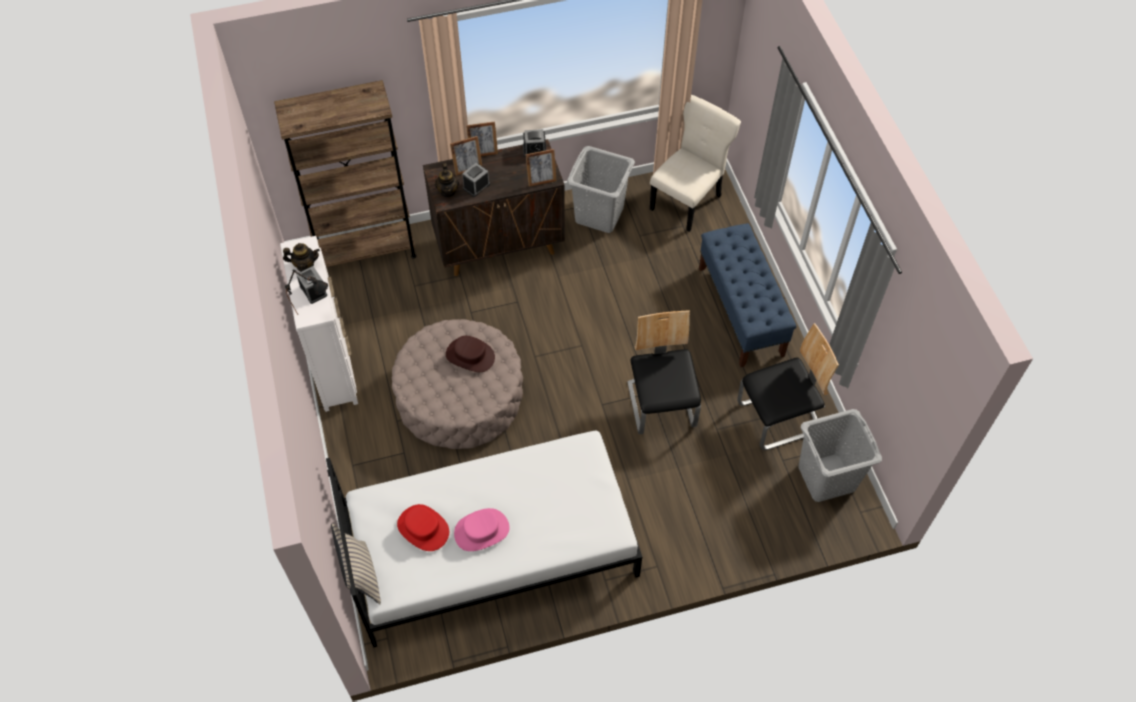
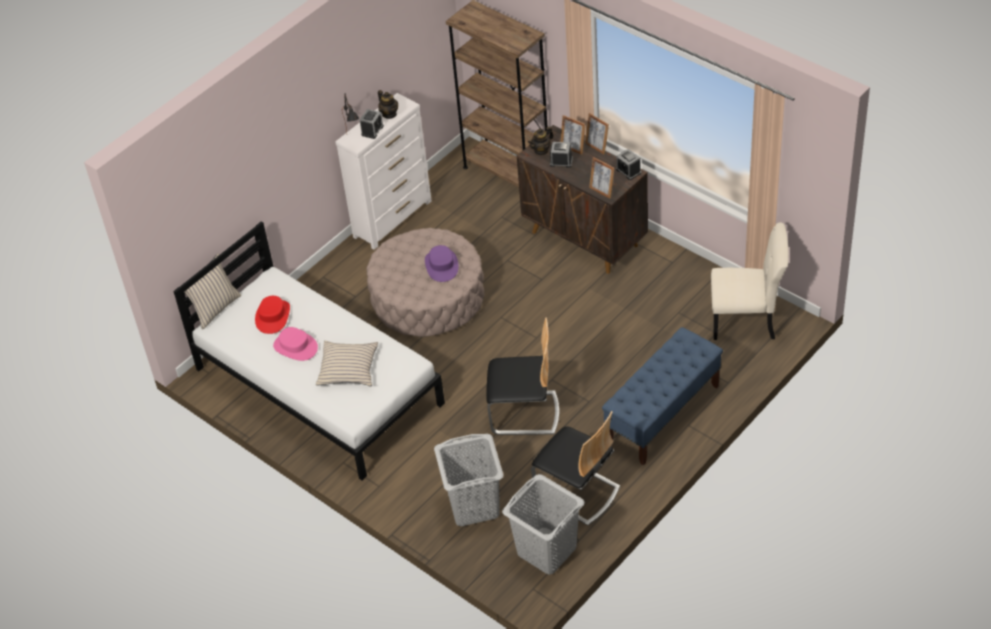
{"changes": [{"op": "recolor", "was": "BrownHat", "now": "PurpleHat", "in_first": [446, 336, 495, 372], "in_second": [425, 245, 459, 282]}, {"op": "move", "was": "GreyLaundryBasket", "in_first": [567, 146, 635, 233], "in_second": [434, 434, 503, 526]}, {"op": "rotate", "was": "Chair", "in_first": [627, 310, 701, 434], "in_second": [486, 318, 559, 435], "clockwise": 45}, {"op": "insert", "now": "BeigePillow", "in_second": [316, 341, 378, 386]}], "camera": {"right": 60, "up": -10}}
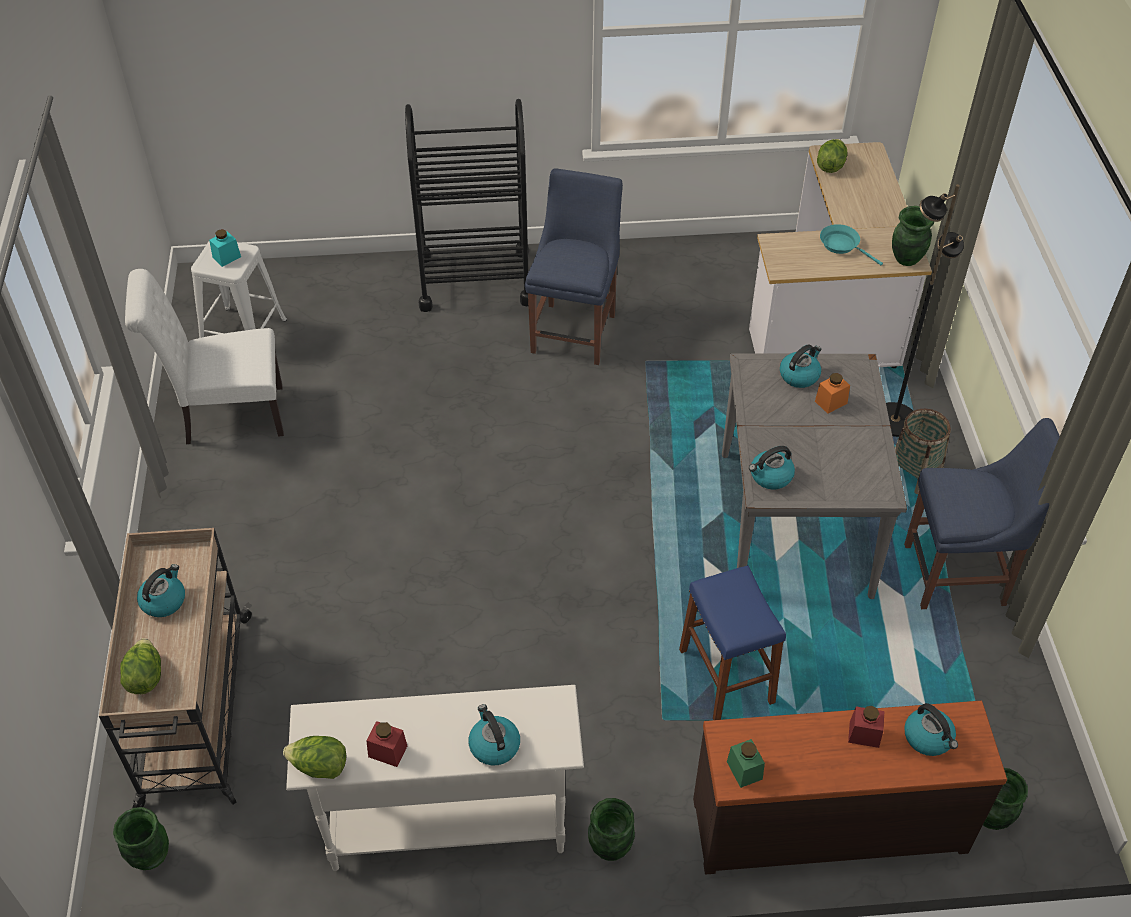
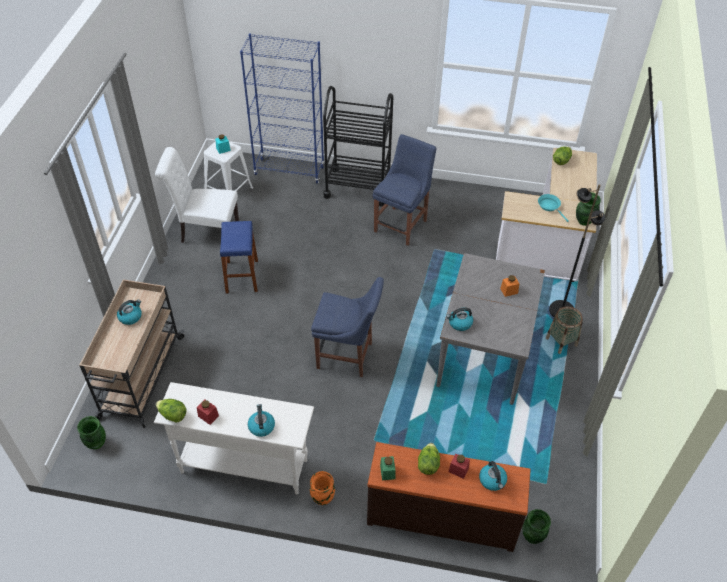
{"changes": [{"op": "move", "was": "Lettuce", "in_first": [120, 638, 161, 694], "in_second": [418, 443, 440, 475]}, {"op": "recolor", "was": "GreenVase", "now": "OrangeVase", "in_first": [588, 798, 635, 861], "in_second": [310, 471, 335, 505]}, {"op": "move", "was": "BlueStool", "in_first": [679, 565, 786, 720], "in_second": [220, 221, 258, 294]}, {"op": "delete", "was": "Kettle", "in_first": [780, 344, 822, 388]}, {"op": "move", "was": "BlueChair", "in_first": [904, 418, 1060, 609], "in_second": [311, 277, 384, 377]}, {"op": "insert", "now": "BlueBookcase", "in_second": [240, 33, 325, 184]}], "camera": {"right": 15, "up": 0}}
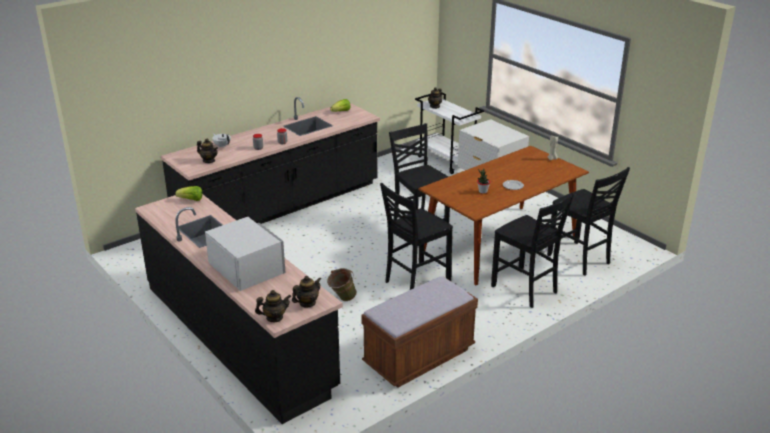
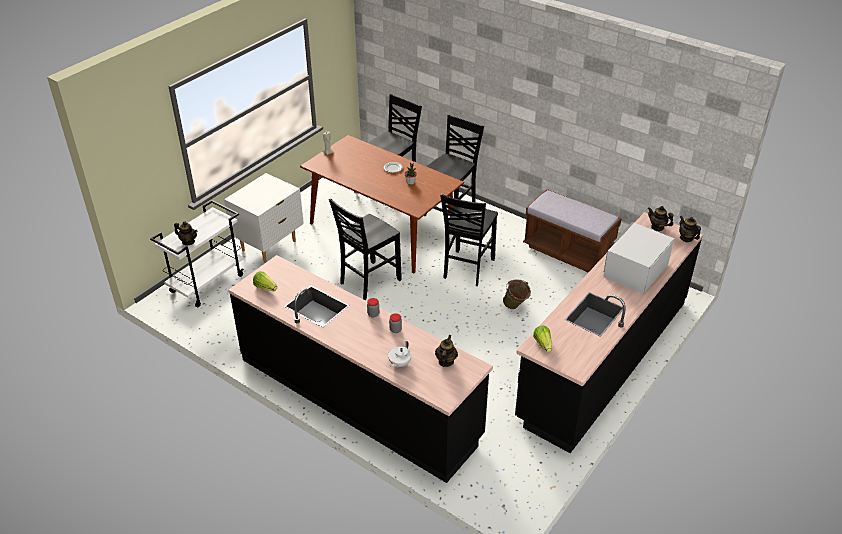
{"changes": [{"op": "rotate", "was": "BlackChair", "in_first": [380, 183, 453, 290], "in_second": [440, 194, 498, 286], "clockwise": 75}], "camera": {"right": -105, "up": 10}}
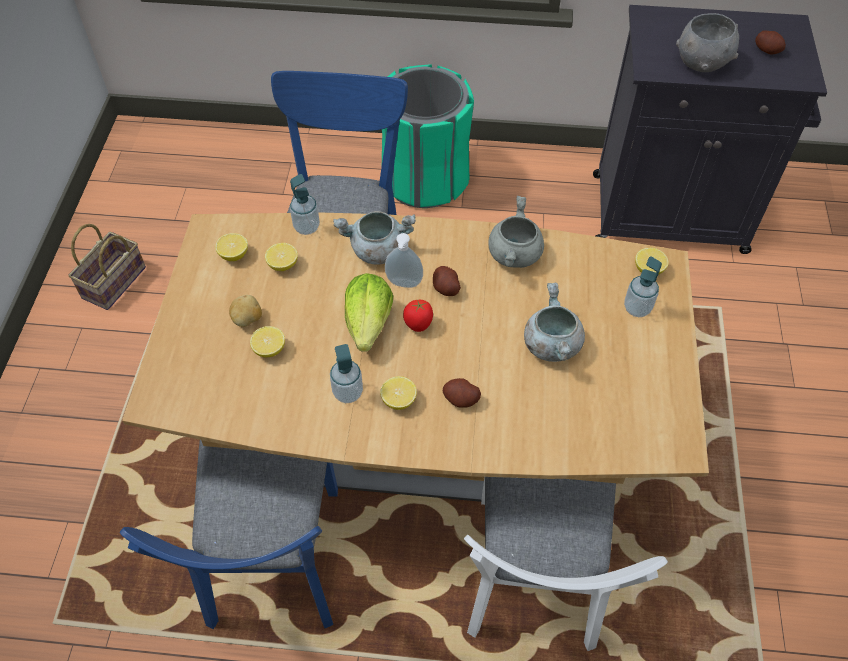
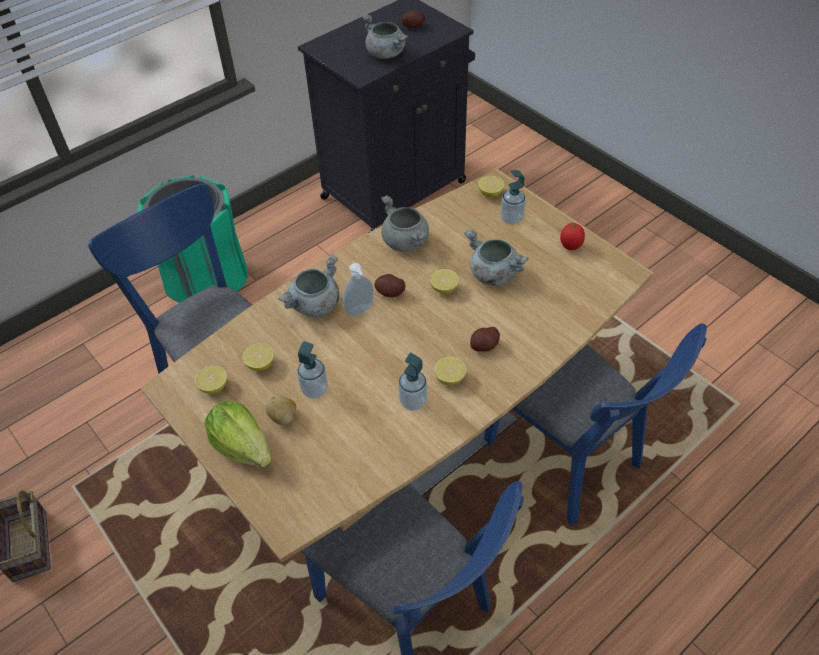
{"changes": [{"op": "move", "was": "Lemon", "in_first": [250, 326, 285, 357], "in_second": [430, 269, 459, 294]}, {"op": "move", "was": "SoapDispenser", "in_first": [290, 174, 320, 235], "in_second": [297, 341, 328, 398]}, {"op": "move", "was": "Lettuce", "in_first": [345, 273, 393, 352], "in_second": [205, 401, 271, 467]}, {"op": "move", "was": "Tomato", "in_first": [403, 300, 433, 332], "in_second": [560, 223, 585, 250]}, {"op": "recolor", "was": "WhiteChair", "now": "BlueChair", "in_first": [464, 477, 668, 651], "in_second": [484, 323, 707, 525]}, {"op": "replace", "was": "GreyBowl", "now": "GreyCookingPot", "in_first": [676, 13, 739, 72], "in_second": [362, 14, 408, 59]}], "camera": {"right": -45, "up": -5}}
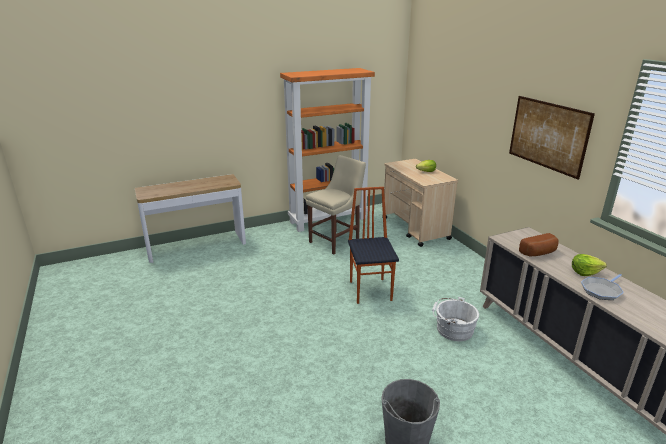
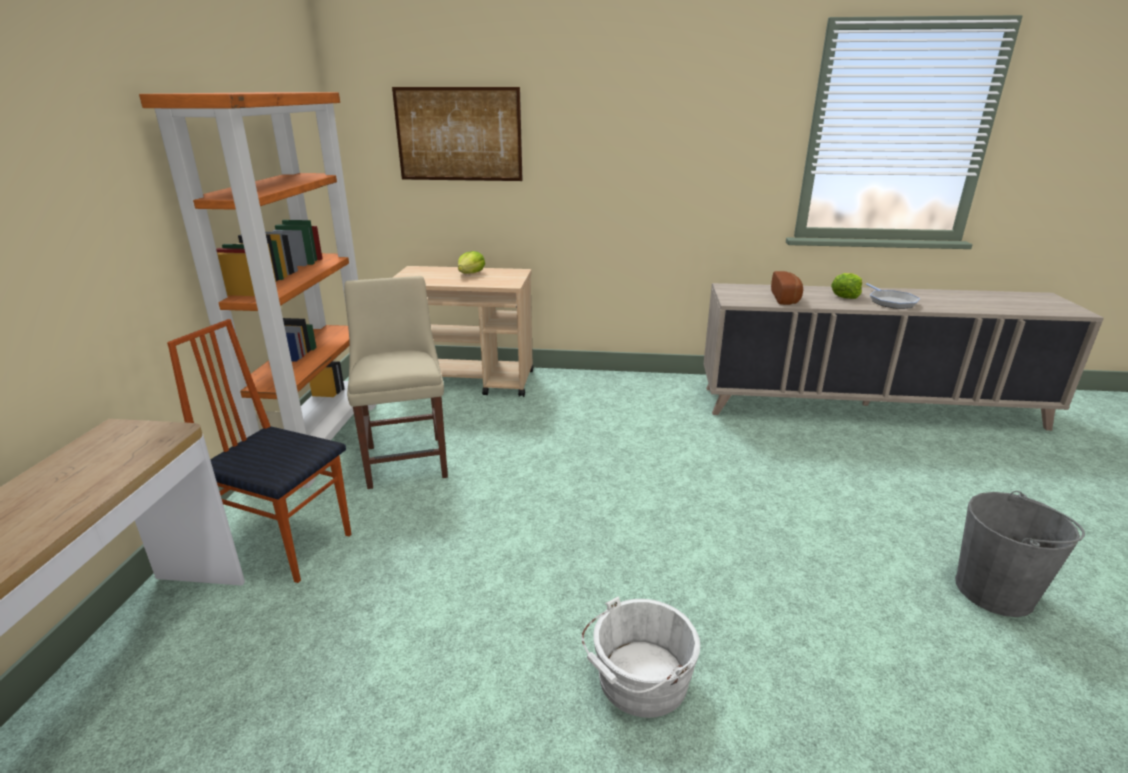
{"changes": [{"op": "move", "was": "Chair", "in_first": [348, 187, 399, 304], "in_second": [167, 319, 352, 583]}, {"op": "move", "was": "WhiteBucket", "in_first": [432, 297, 479, 341], "in_second": [582, 596, 700, 718]}, {"op": "move", "was": "Picture", "in_first": [509, 96, 595, 180], "in_second": [392, 87, 523, 181]}], "camera": {"right": -60, "up": 0}}
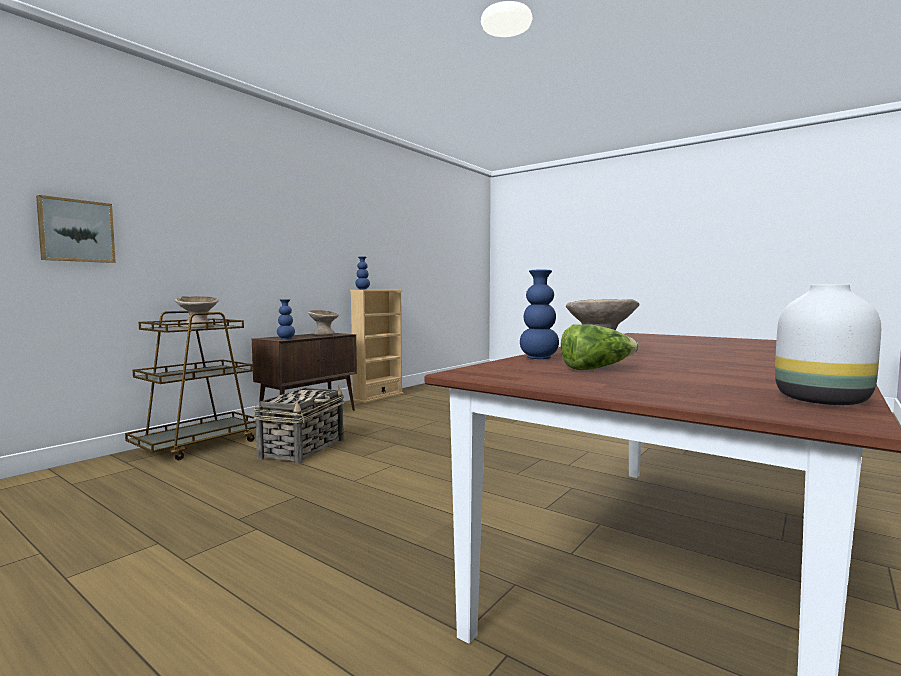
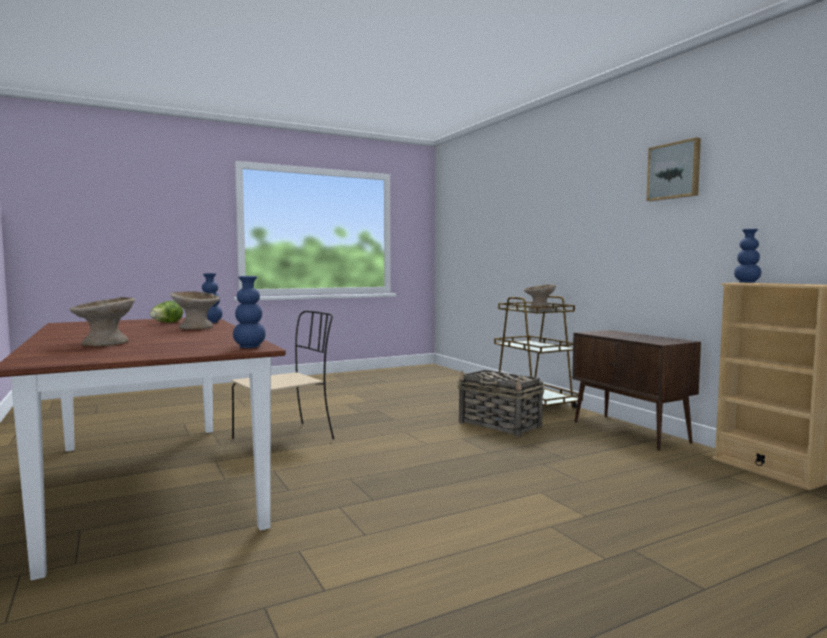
{"changes": [{"op": "move", "was": "Picture", "in_first": [36, 195, 116, 263], "in_second": [647, 137, 701, 201]}, {"op": "move", "was": "BlueVase", "in_first": [277, 299, 295, 339], "in_second": [233, 276, 266, 348]}, {"op": "move", "was": "BeigeBowl", "in_first": [308, 310, 339, 335], "in_second": [70, 297, 135, 346]}, {"op": "delete", "was": "WhiteVase", "in_first": [775, 284, 881, 405]}, {"op": "insert", "now": "BeigeChair", "in_second": [232, 311, 334, 440]}], "camera": {"right": 115, "up": 0}}
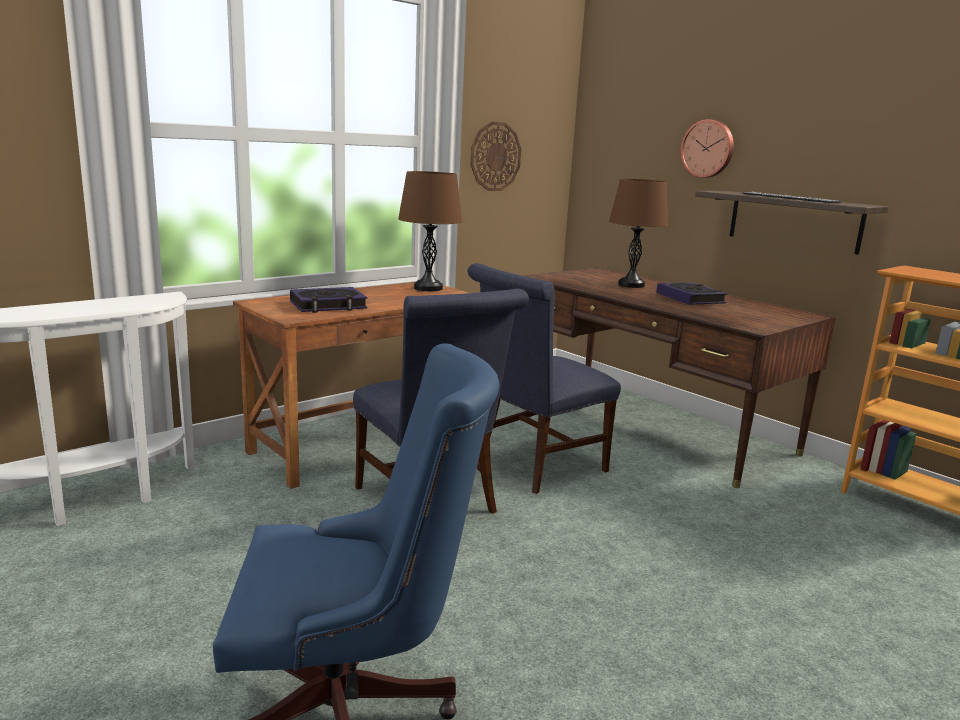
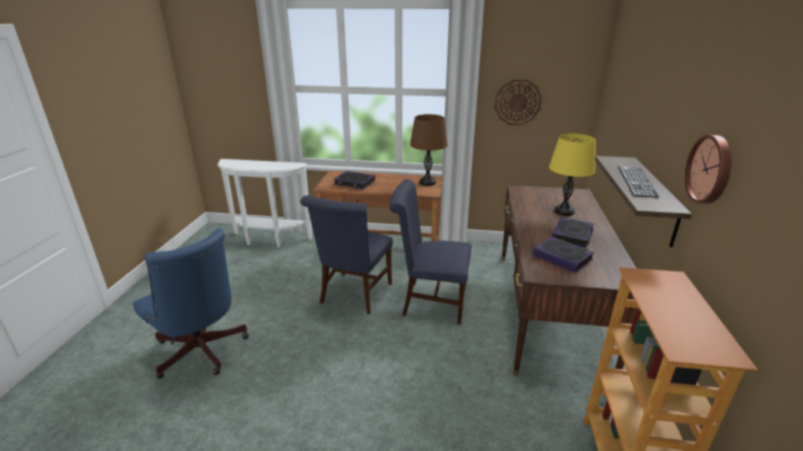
{"changes": [{"op": "recolor", "was": "BrownTableLamp", "now": "YellowTableLamp", "in_first": [609, 179, 668, 288], "in_second": [549, 133, 596, 216]}, {"op": "move", "was": "WallClock", "in_first": [680, 119, 734, 178], "in_second": [685, 135, 731, 204]}, {"op": "insert", "now": "Book", "in_second": [533, 237, 594, 273]}], "camera": {"right": 50, "up": 10}}
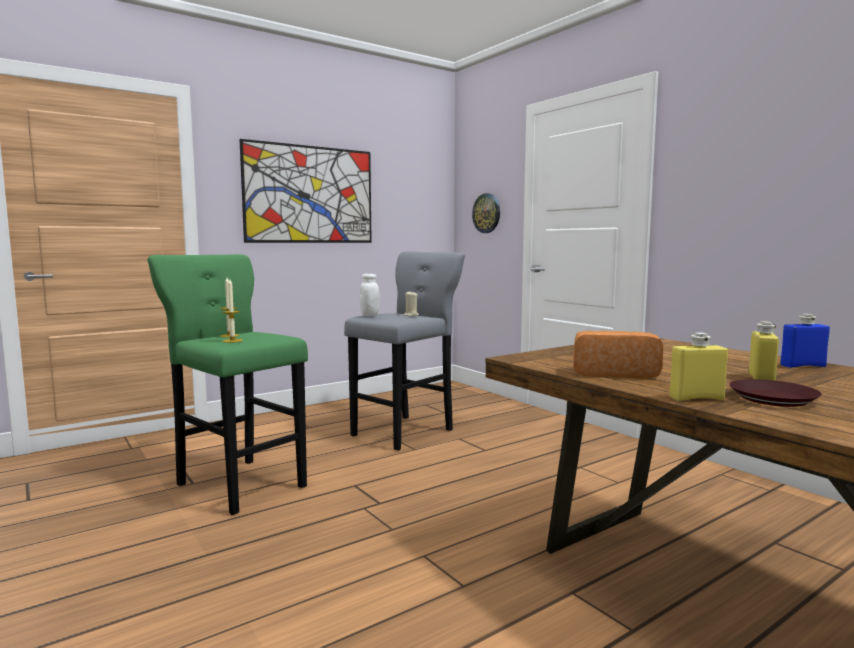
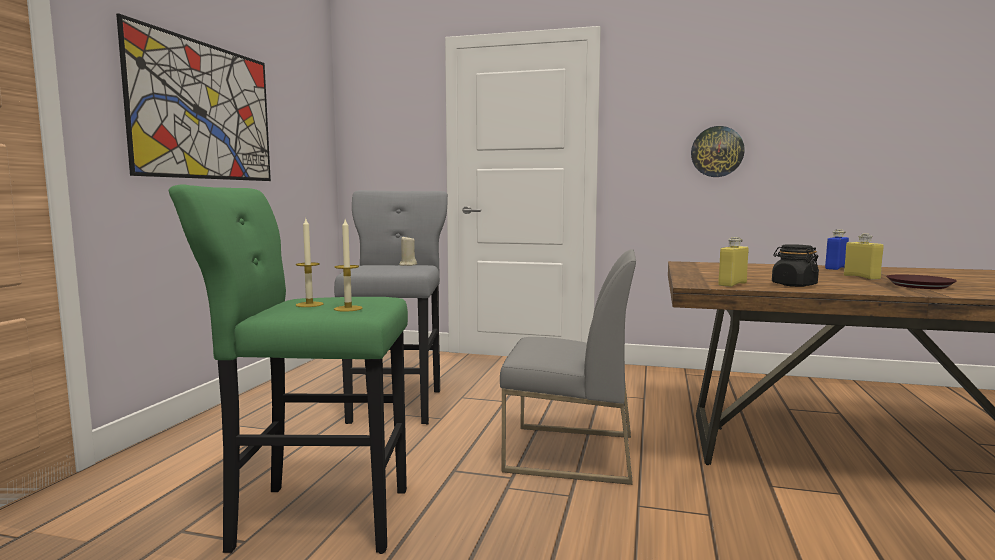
{"changes": [{"op": "delete", "was": "WhiteJar", "in_first": [360, 274, 380, 316]}, {"op": "move", "was": "WallClock", "in_first": [472, 193, 500, 233], "in_second": [691, 126, 745, 177]}, {"op": "replace", "was": "Bread", "now": "BlackJar", "in_first": [573, 331, 664, 379], "in_second": [772, 244, 819, 287]}, {"op": "move", "was": "YellowBottle", "in_first": [669, 333, 728, 401], "in_second": [718, 237, 749, 287]}, {"op": "insert", "now": "GreyChair", "in_second": [500, 249, 636, 485]}], "camera": {"right": -40, "up": 0}}
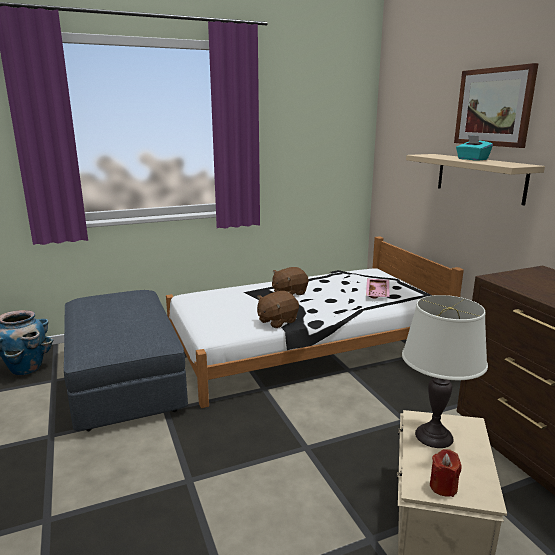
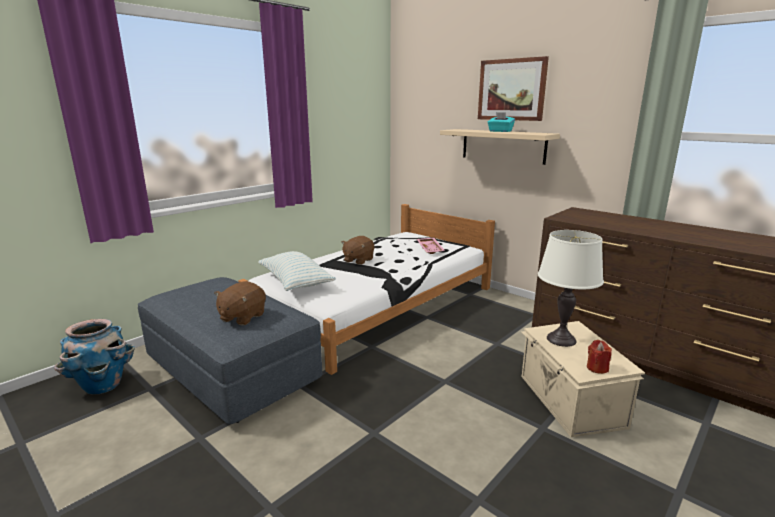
{"changes": [{"op": "move", "was": "BrownPlushToy", "in_first": [257, 291, 299, 328], "in_second": [214, 281, 266, 326]}, {"op": "insert", "now": "Pillow", "in_second": [258, 251, 336, 291]}], "camera": {"right": -25, "up": 0}}
